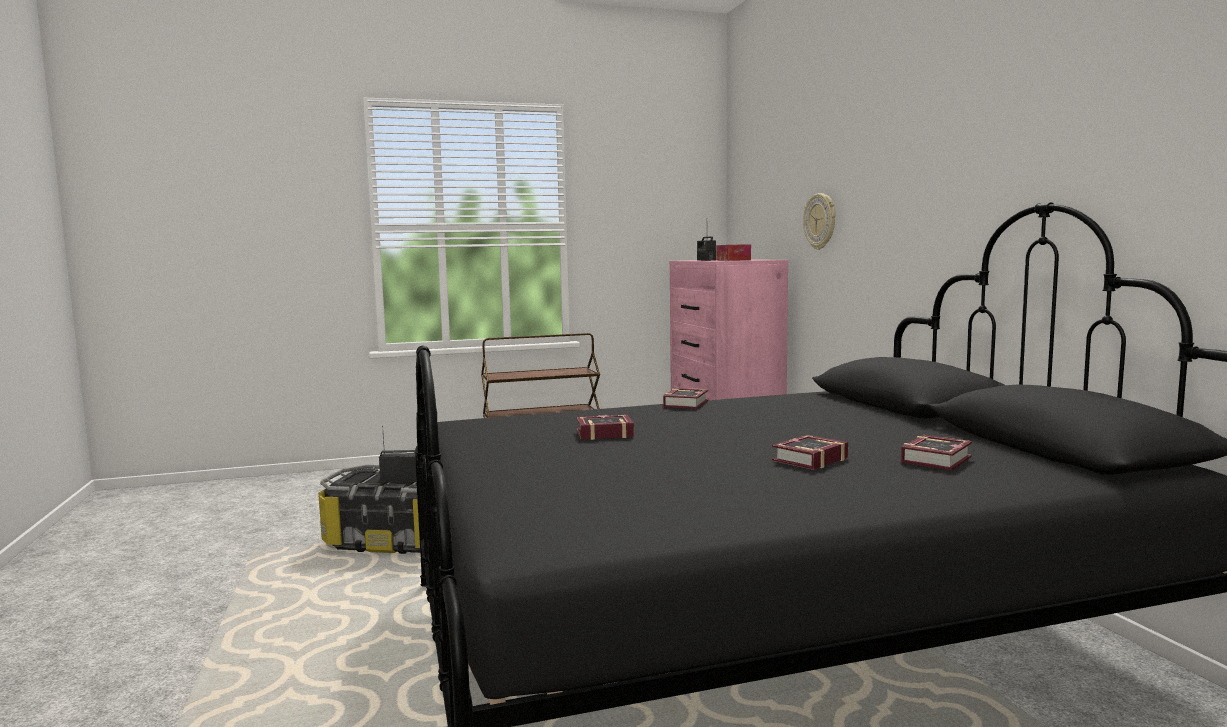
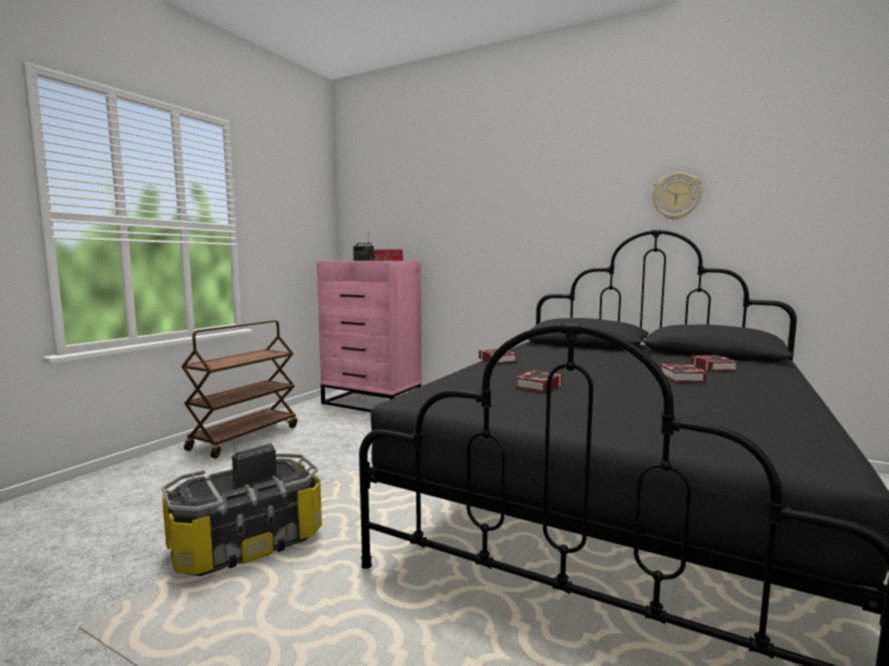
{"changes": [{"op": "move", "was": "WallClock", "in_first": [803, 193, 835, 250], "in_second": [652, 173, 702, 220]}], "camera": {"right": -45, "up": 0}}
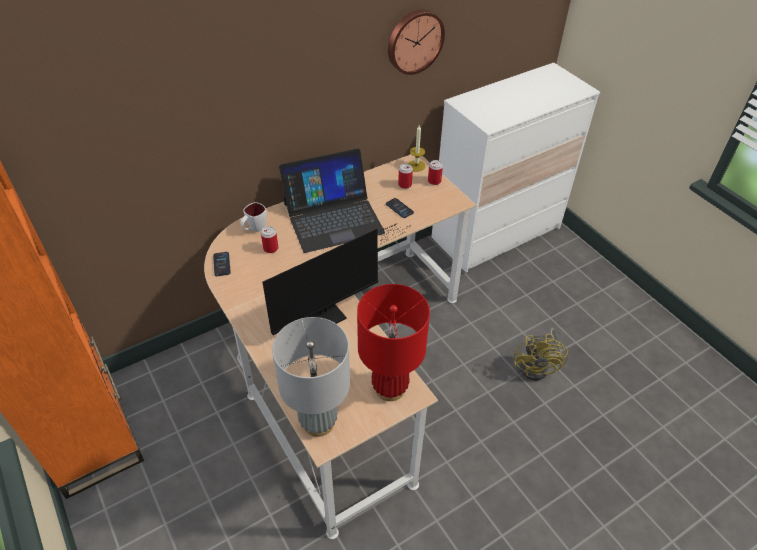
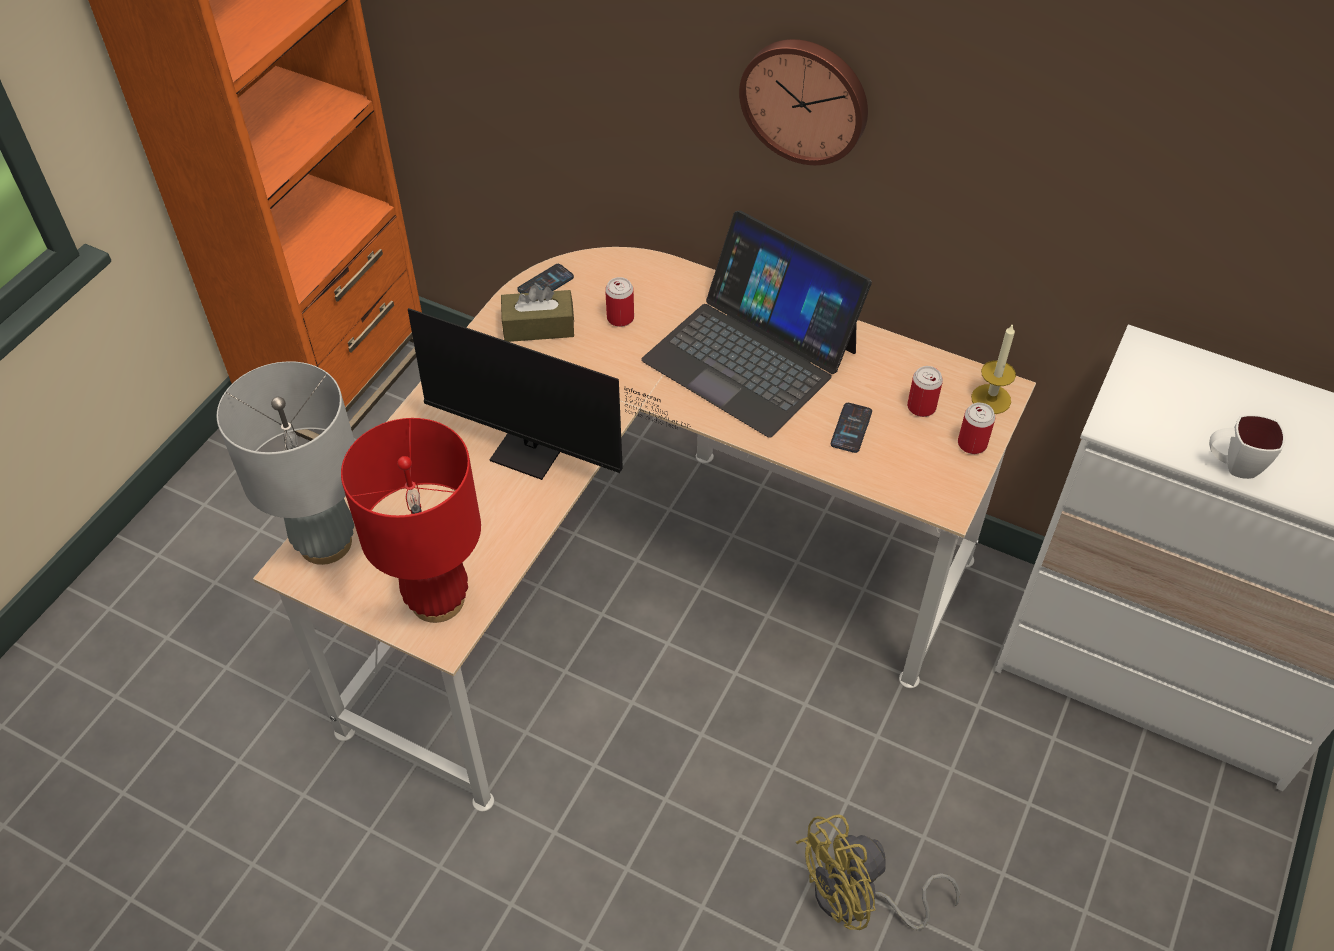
{"changes": [{"op": "move", "was": "WhiteMug", "in_first": [240, 202, 267, 232], "in_second": [1209, 415, 1285, 479]}, {"op": "move", "was": "WallClock", "in_first": [388, 10, 445, 75], "in_second": [739, 39, 868, 165]}, {"op": "insert", "now": "BrownTissueBox", "in_second": [501, 285, 574, 342]}], "camera": {"right": 60, "up": 5}}
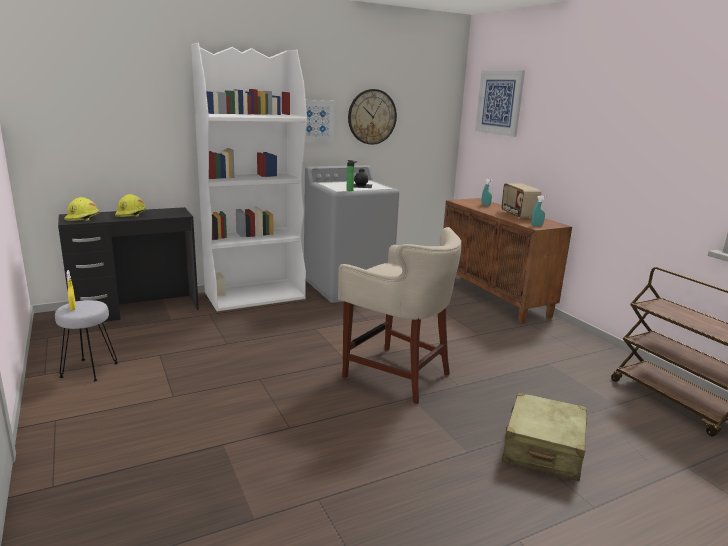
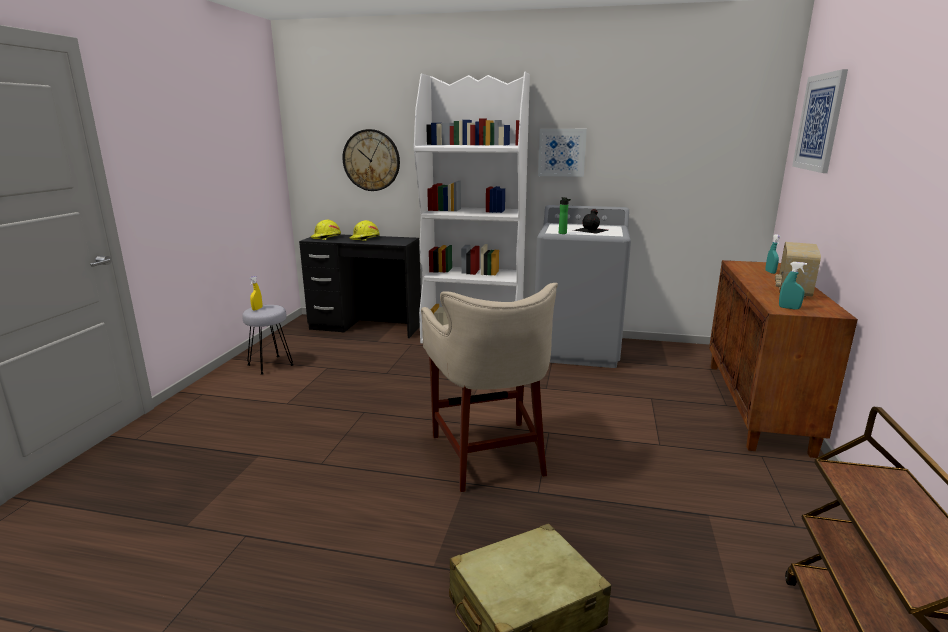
{"changes": [{"op": "move", "was": "WallClock", "in_first": [348, 89, 397, 145], "in_second": [342, 129, 400, 191]}], "camera": {"right": 40, "up": 0}}
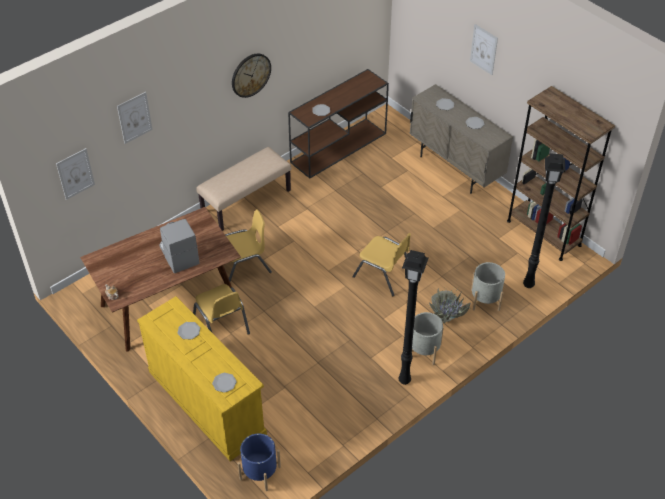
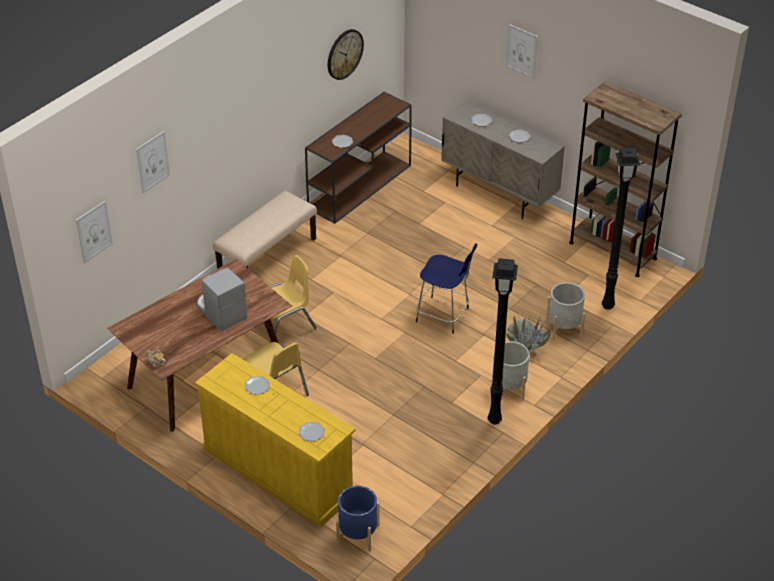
{"changes": [{"op": "move", "was": "WallClock", "in_first": [232, 54, 271, 98], "in_second": [328, 29, 364, 80]}, {"op": "replace", "was": "YellowChair", "now": "BlueStool", "in_first": [352, 233, 411, 296], "in_second": [416, 243, 477, 334]}], "camera": {"right": -10, "up": -5}}
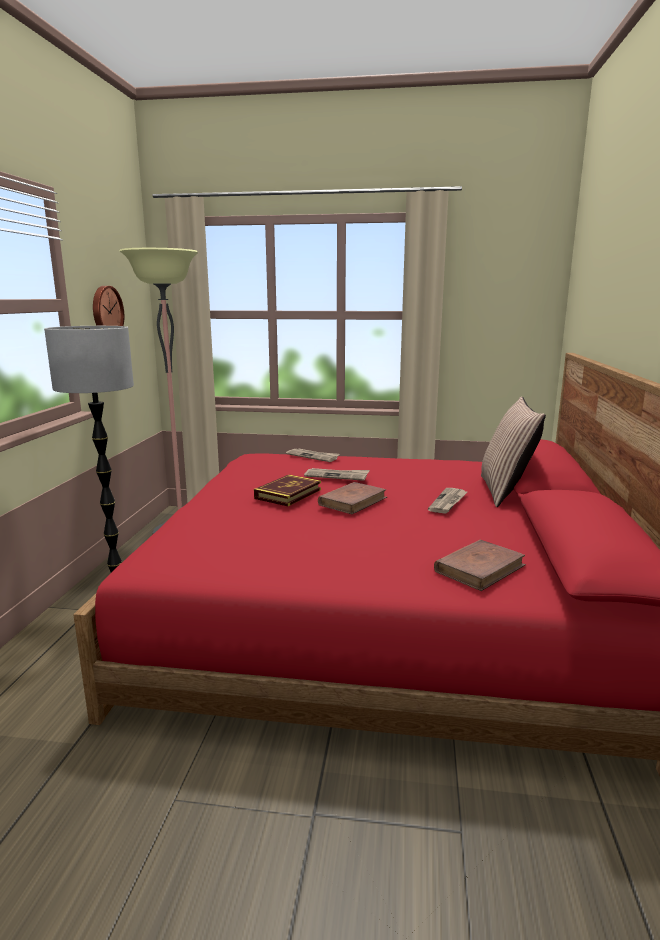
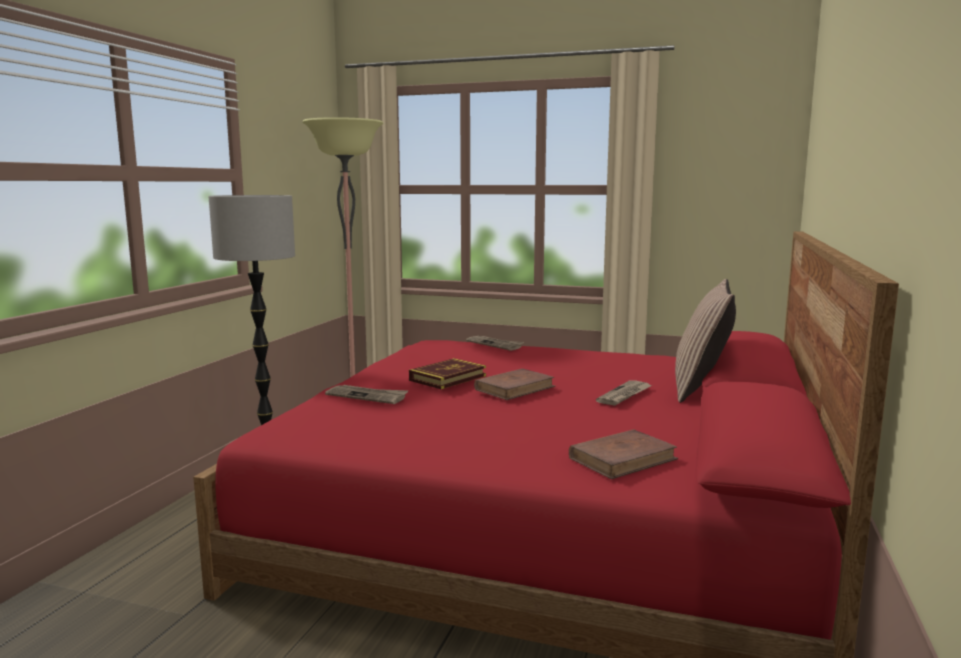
{"changes": [{"op": "delete", "was": "WallClock", "in_first": [93, 286, 124, 326]}, {"op": "move", "was": "Newspaper", "in_first": [304, 468, 370, 481], "in_second": [325, 385, 408, 404]}], "camera": {"right": 10, "up": -5}}
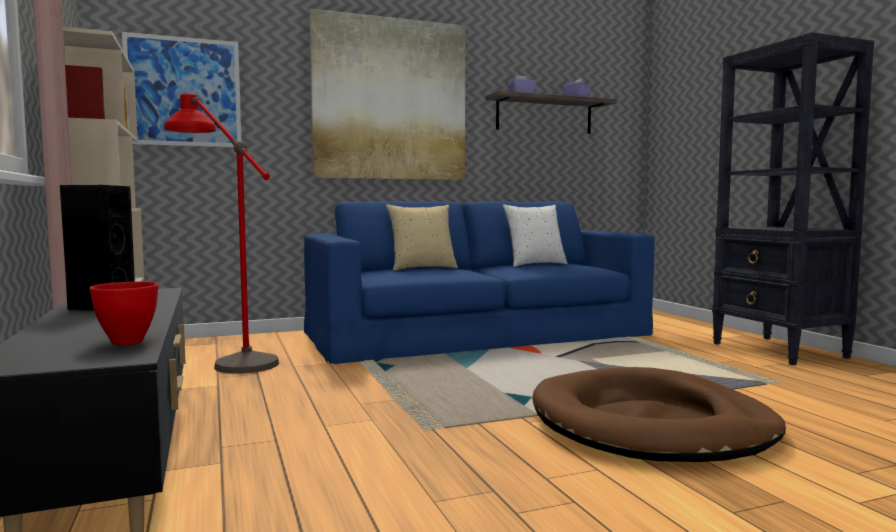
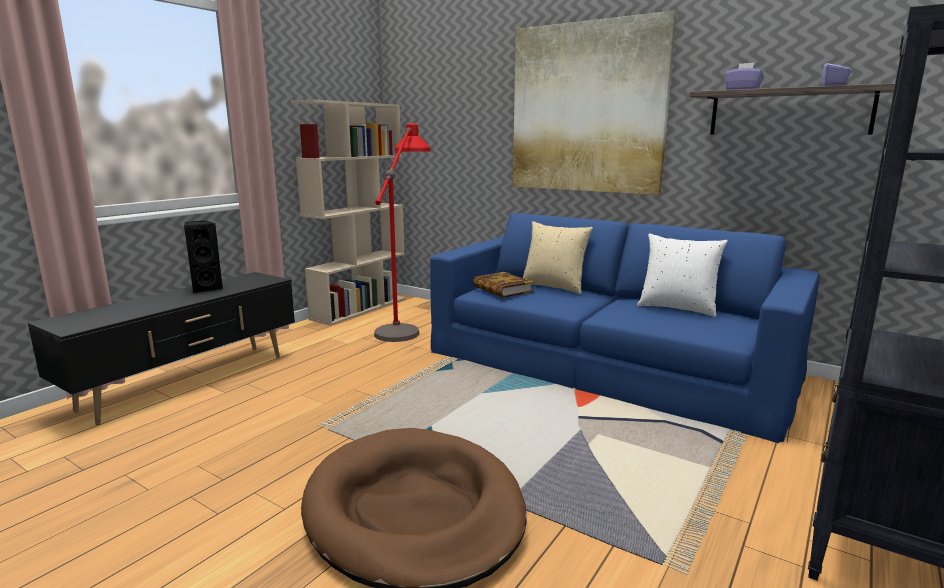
{"changes": [{"op": "delete", "was": "RedBowl", "in_first": [89, 282, 158, 345]}, {"op": "delete", "was": "Picture", "in_first": [122, 32, 241, 147]}, {"op": "insert", "now": "Book", "in_second": [473, 272, 534, 297]}], "camera": {"right": 55, "up": 10}}
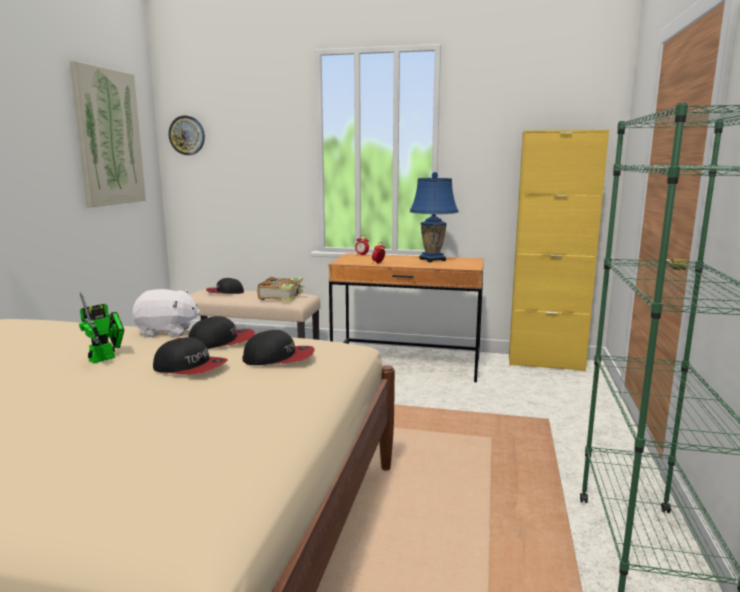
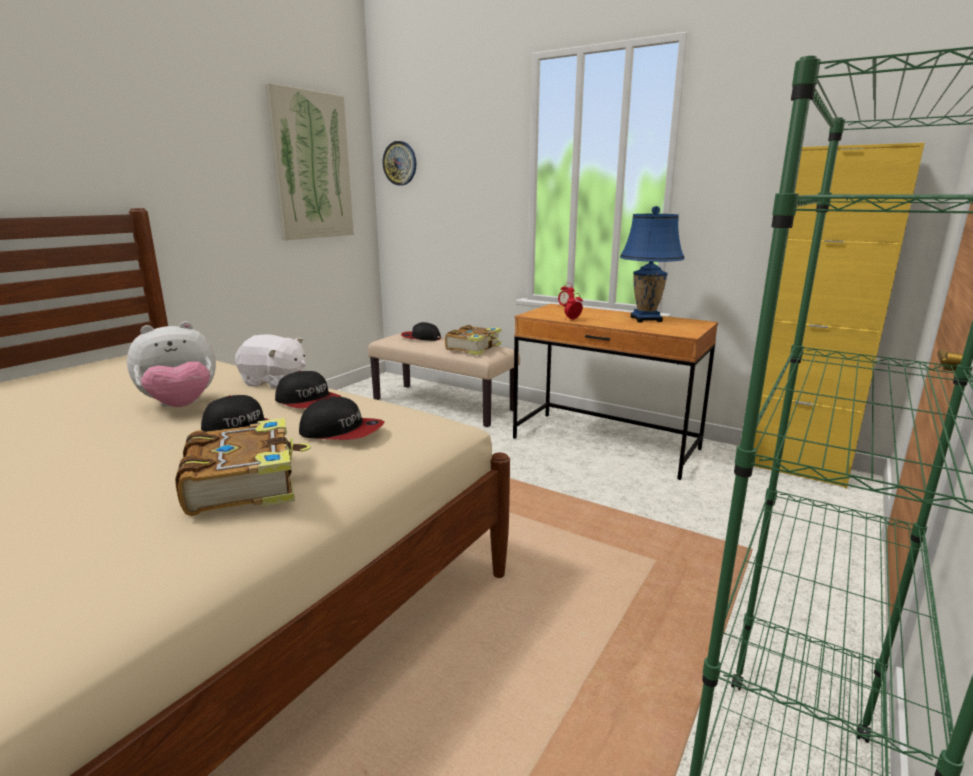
{"changes": [{"op": "replace", "was": "ToyRobot", "now": "PlushToy", "in_first": [79, 292, 124, 363], "in_second": [127, 321, 216, 407]}, {"op": "rotate", "was": "Cap", "in_first": [188, 316, 255, 349], "in_second": [275, 371, 342, 408], "clockwise": 45}, {"op": "insert", "now": "Book", "in_second": [175, 418, 311, 516]}], "camera": {"right": 20, "up": 5}}
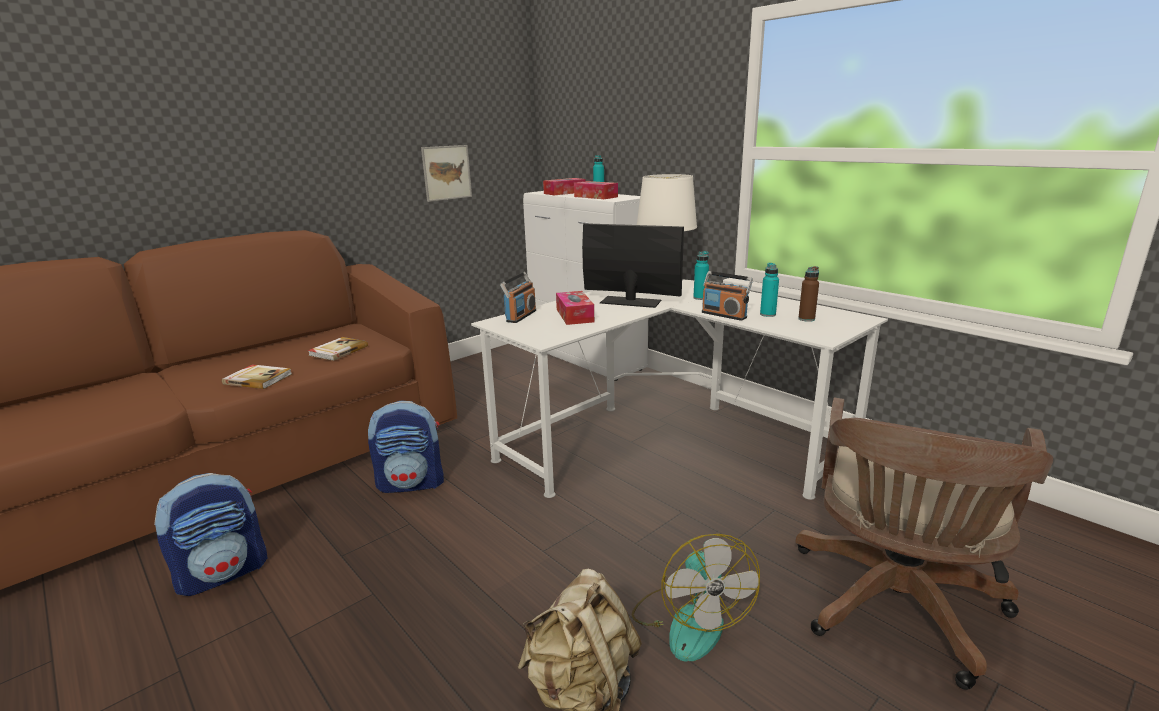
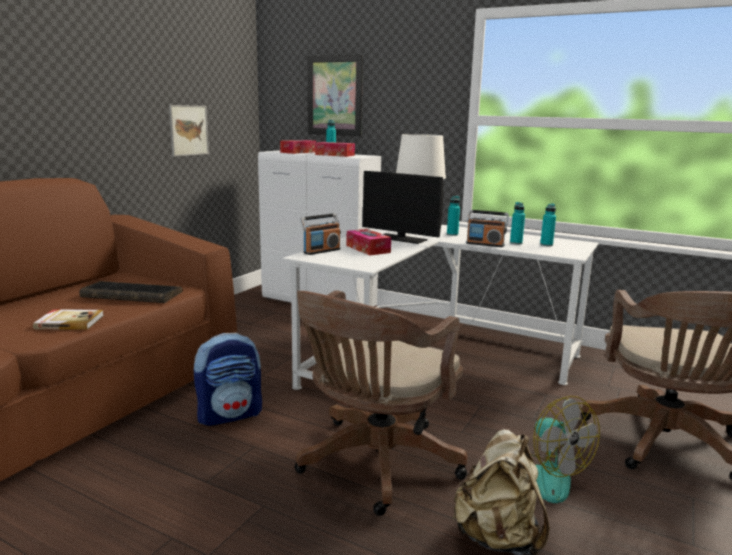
{"changes": [{"op": "delete", "was": "Backpack", "in_first": [154, 473, 267, 596]}, {"op": "replace", "was": "Book", "now": "Keyboard", "in_first": [308, 337, 368, 361], "in_second": [80, 281, 183, 303]}, {"op": "rotate", "was": "Radio", "in_first": [500, 272, 536, 323], "in_second": [300, 213, 341, 255], "clockwise": 45}, {"op": "rotate", "was": "Monitor", "in_first": [582, 223, 684, 308], "in_second": [363, 171, 443, 244], "clockwise": -150}, {"op": "recolor", "was": "BrownBottle", "now": "TurquoiseBottle", "in_first": [798, 266, 819, 322], "in_second": [540, 204, 556, 246]}, {"op": "insert", "now": "BrownOfficeChair", "in_second": [295, 290, 468, 516]}, {"op": "insert", "now": "Picture", "in_second": [308, 55, 363, 136]}], "camera": {"right": -20, "up": -5}}
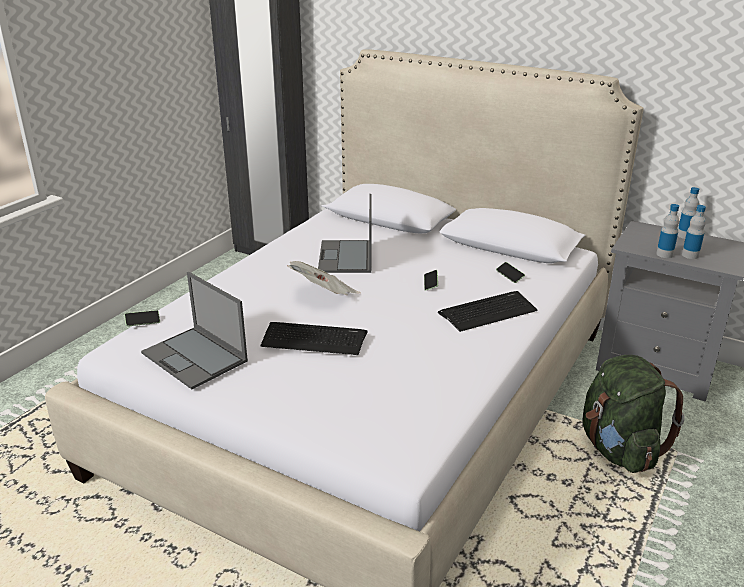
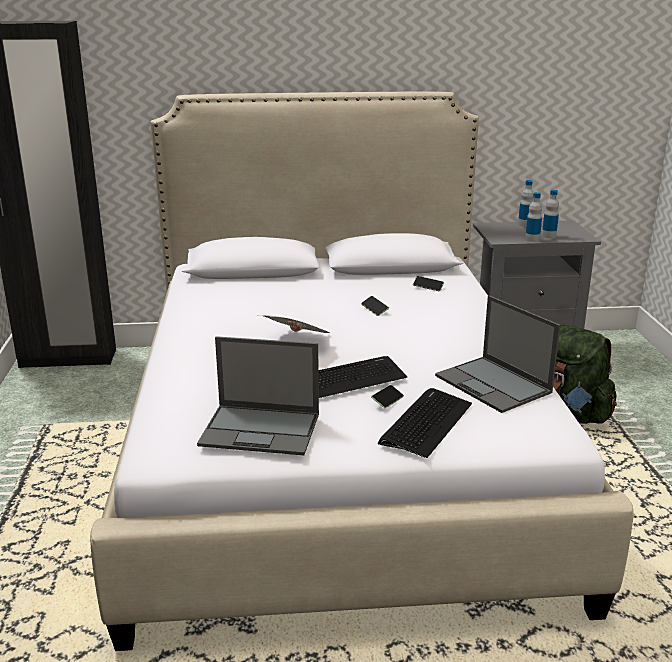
{"changes": [{"op": "move", "was": "Phone", "in_first": [125, 310, 160, 326], "in_second": [371, 385, 404, 408]}, {"op": "move", "was": "Laptop", "in_first": [318, 194, 372, 273], "in_second": [435, 295, 561, 413]}, {"op": "move", "was": "Keyboard", "in_first": [438, 291, 537, 332], "in_second": [378, 388, 472, 458]}], "camera": {"right": -35, "up": -5}}
